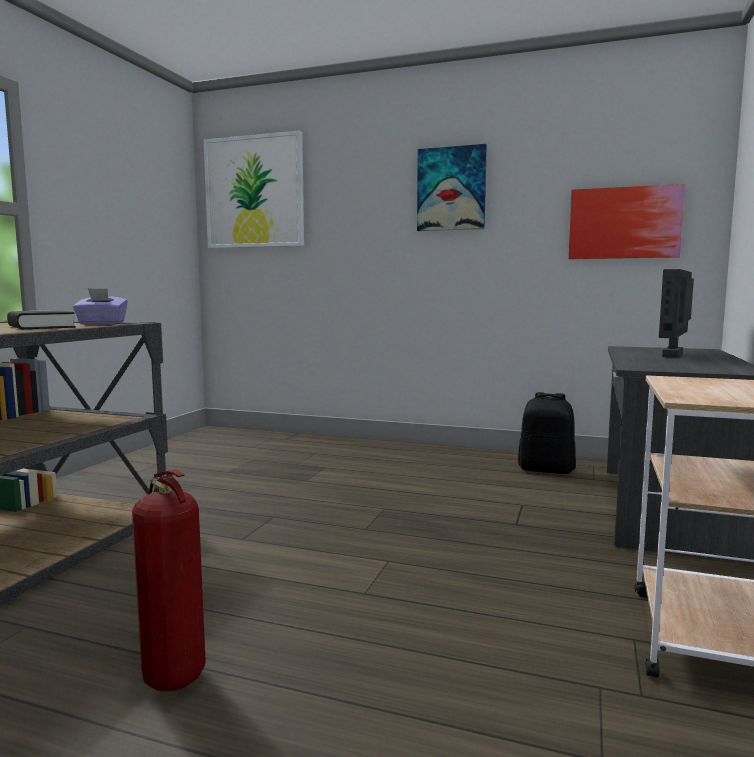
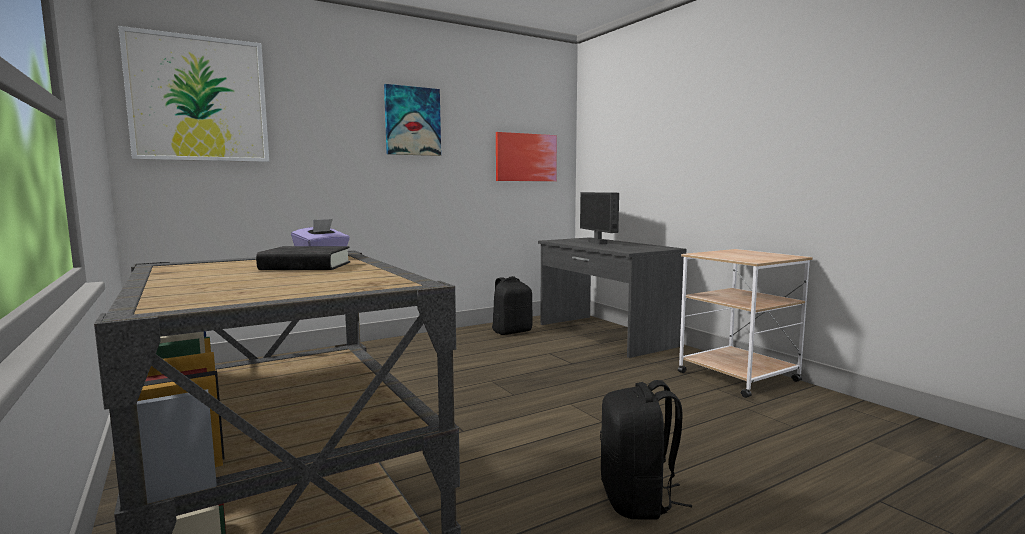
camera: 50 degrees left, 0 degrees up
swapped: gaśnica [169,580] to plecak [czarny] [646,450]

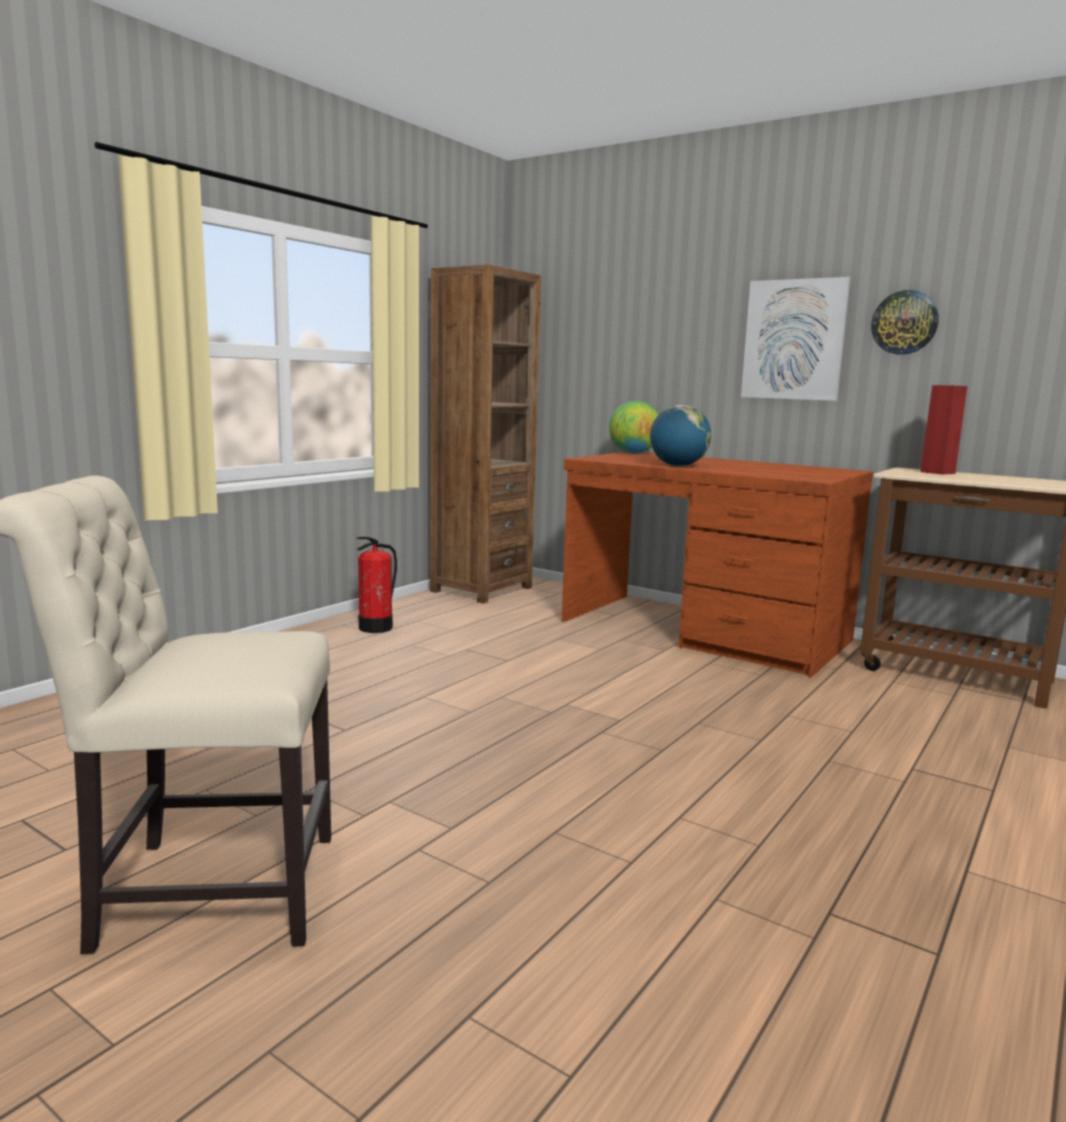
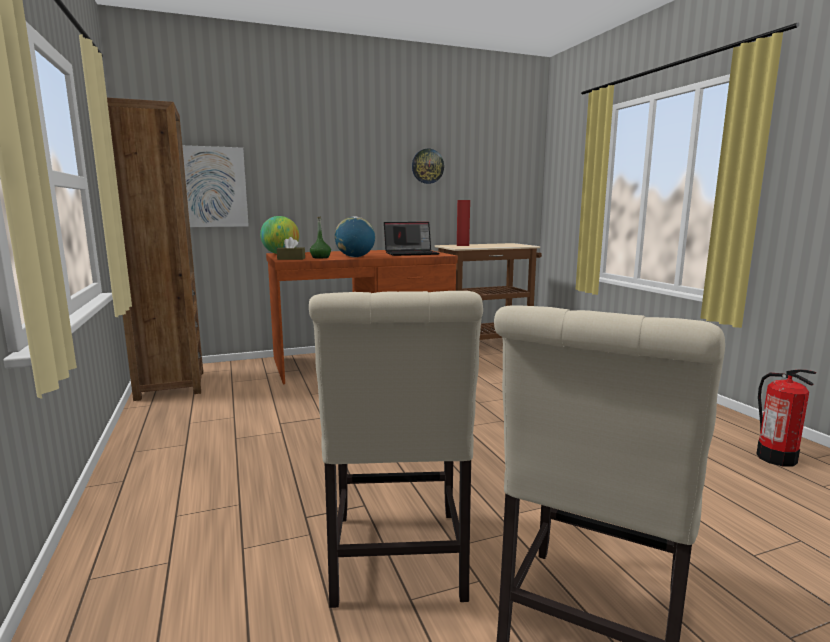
camera: 55 degrees left, 0 degrees up
new: pudełko chusteczek [brązowy] [291,248]; krzesło [beżowy] [396,449]; butelka [zielony] [320,238]; laptop [411,239]
shifted: gaśnica [377,585] to [786,417]; obraz [795,339] to [215,186]

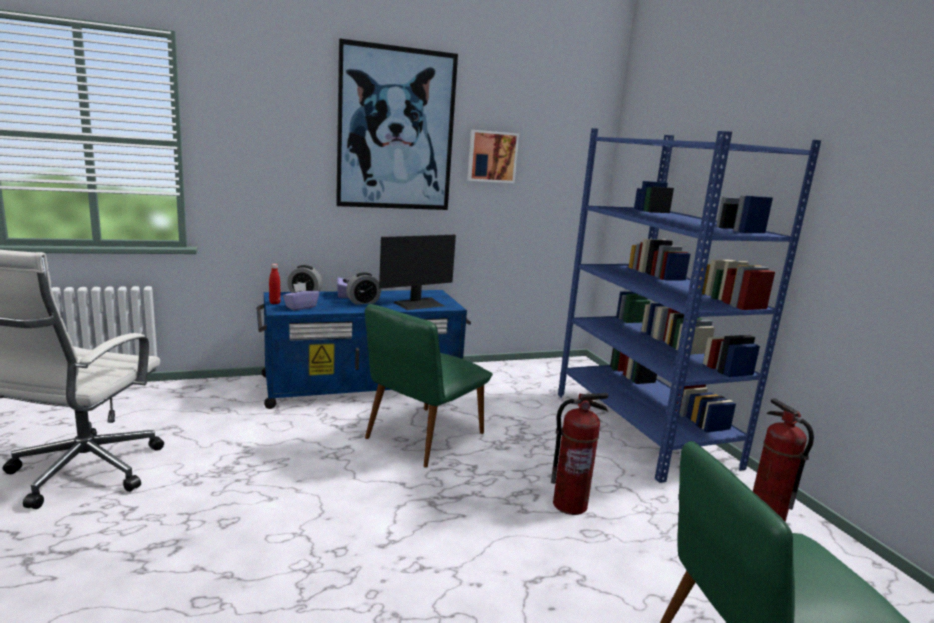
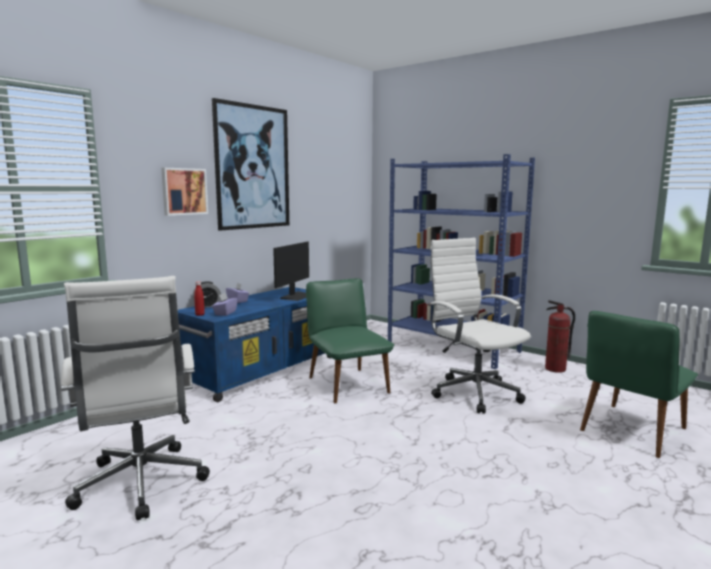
camera: 30 degrees left, 5 degrees down
gone: budzik [363,288]
shifted: obraz [493,156] to [184,192]
swapped: gaśnica [580,454] to krzesło biurowe [biały] [479,326]
rotated: krzesło [zielony] [429,386] = [350,340] 150 degrees clockwise

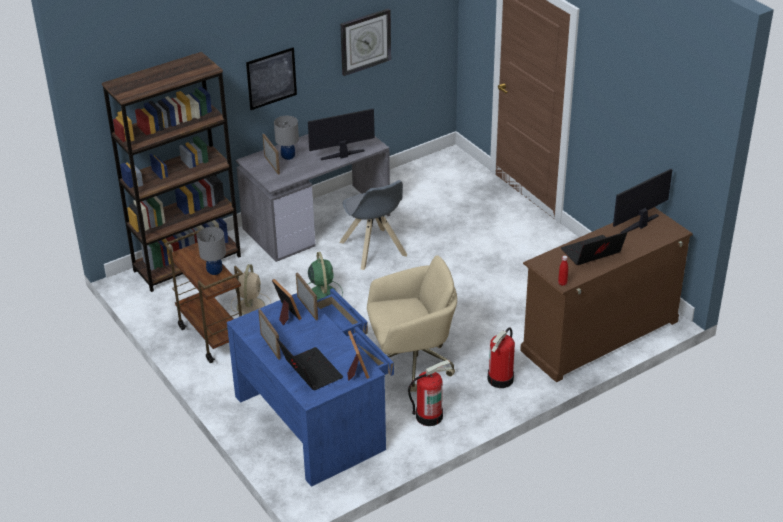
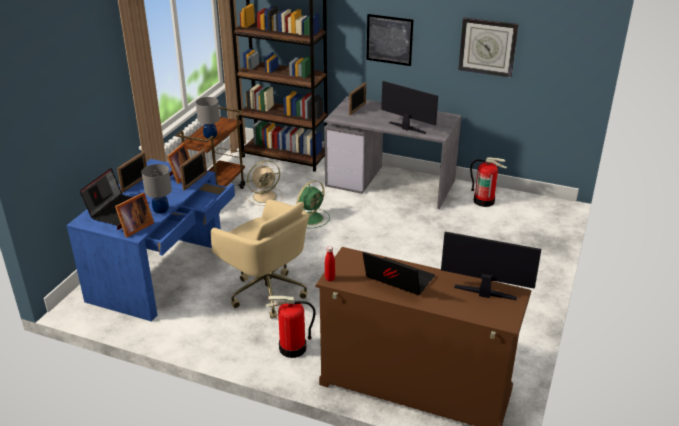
camera: 55 degrees right, 5 degrees down
gone: krzesło [szary] [373,225]
shifted: lampa stołowa [szary] [286,138] to [156,189]; gaśnica [430,393] to [488,182]

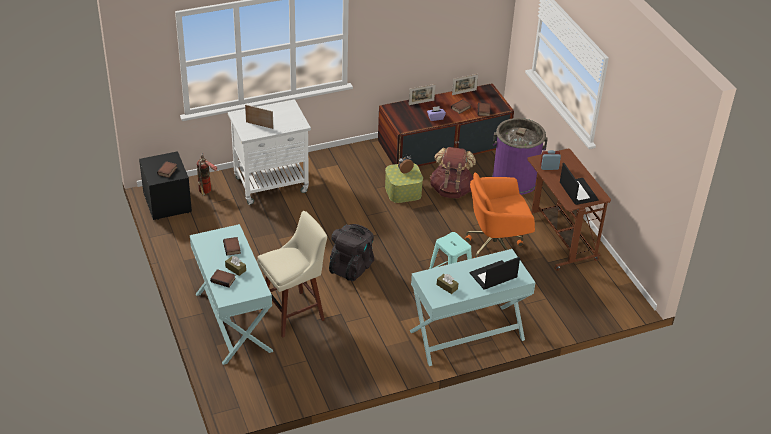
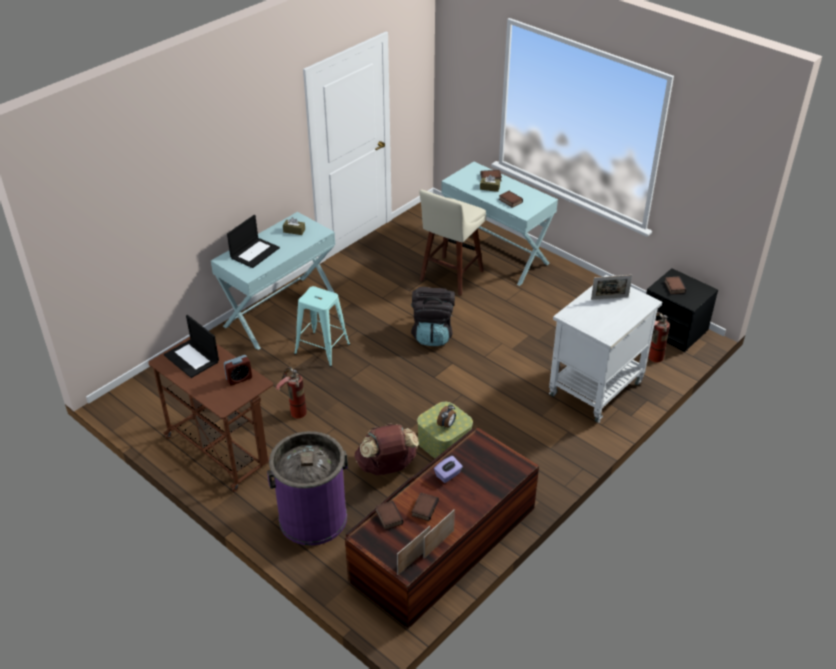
camera: 155 degrees right, 0 degrees up
shifted: ramka na zdjęcie [422,94] to [413,550]
swapped: krzesło biurowe [pomarańczowy] [500,215] to gaśnica [291,393]

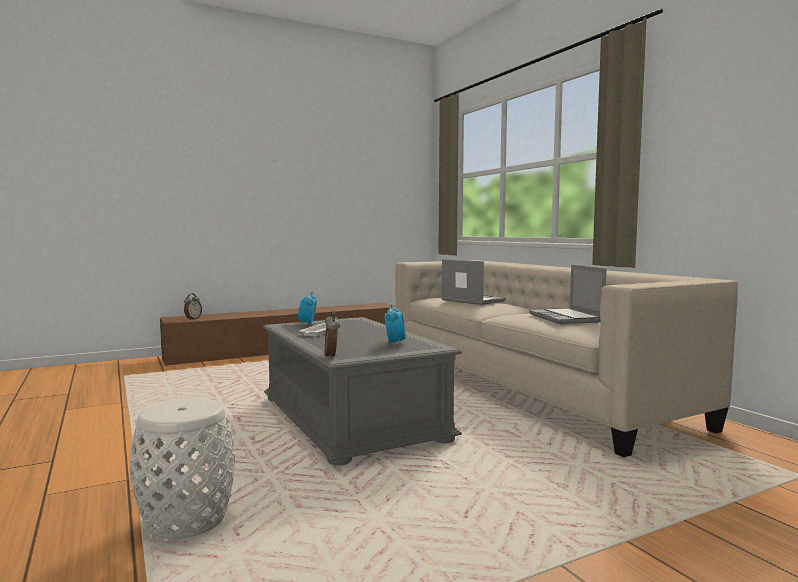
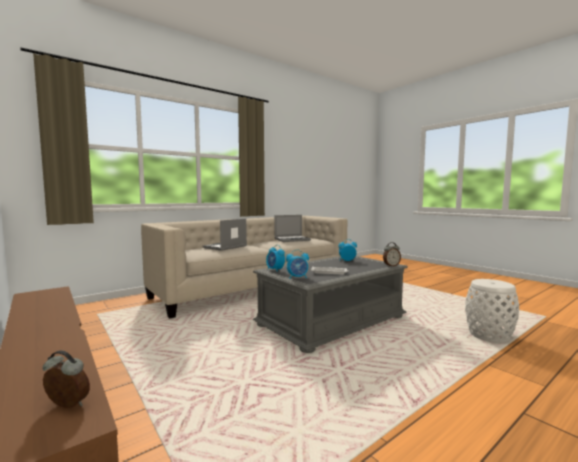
camera: 100 degrees left, 0 degrees up
new: budzik [275,258]

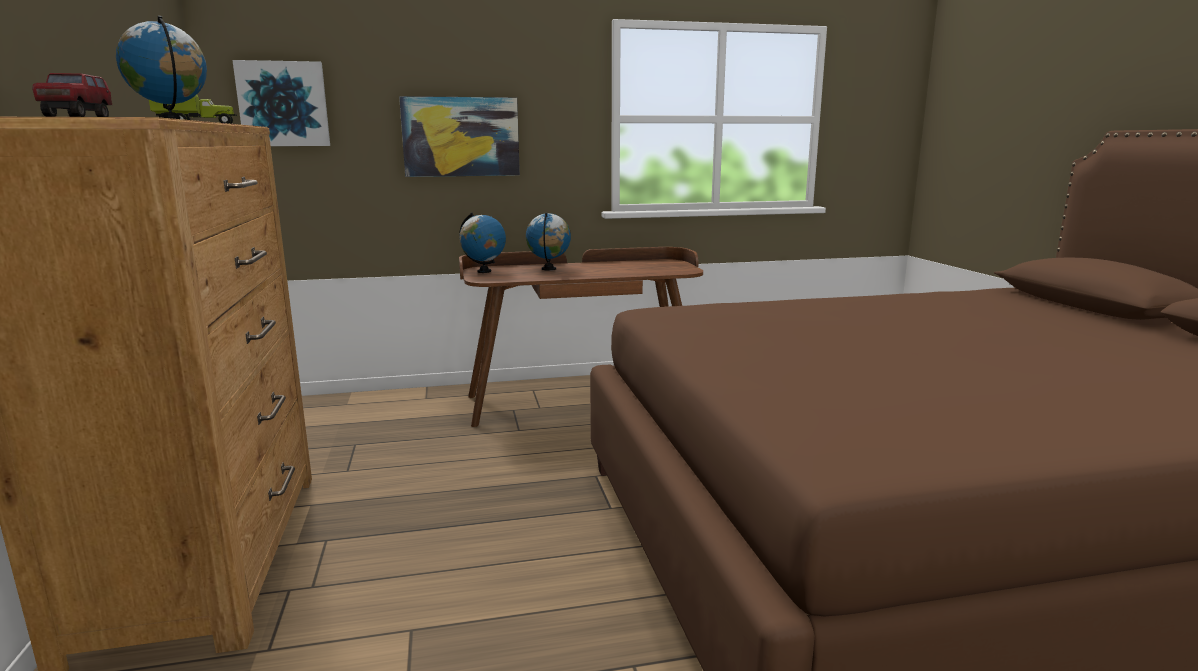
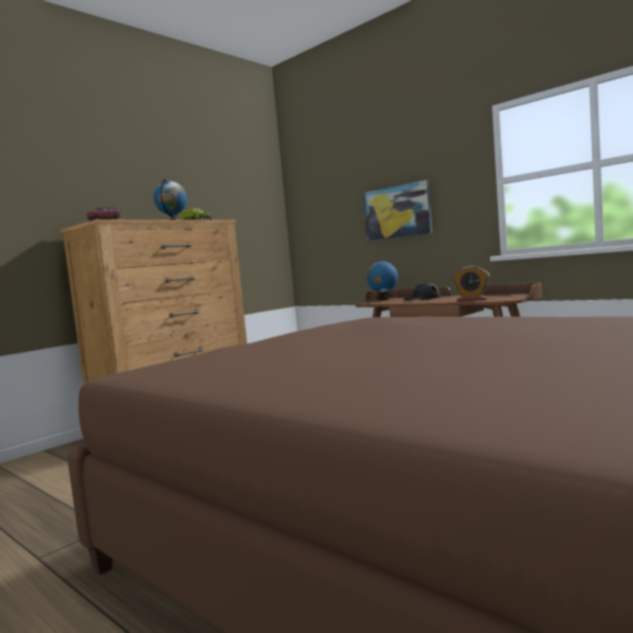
camera: 55 degrees right, 10 degrees down
gone: obraz [281,103]
new: budzik [471,283]
swapped: globus [548,241] to czapka z daszkiem [czarny] [422,291]

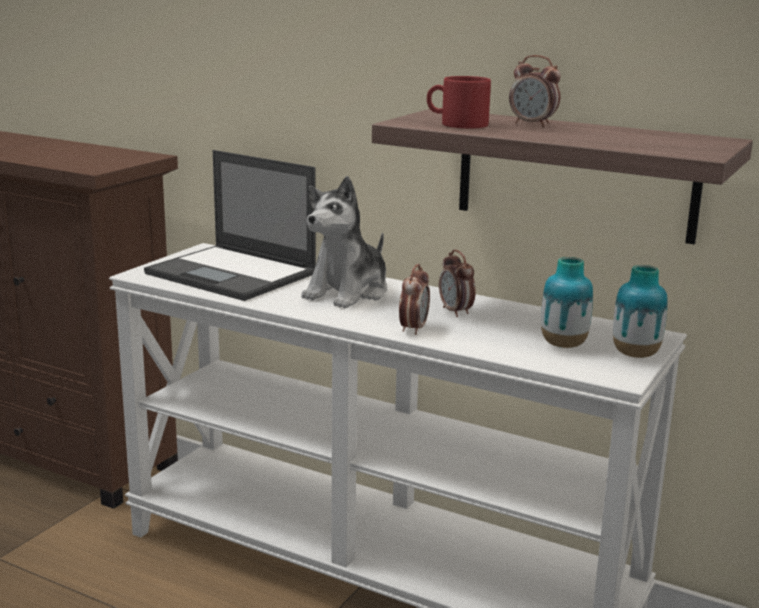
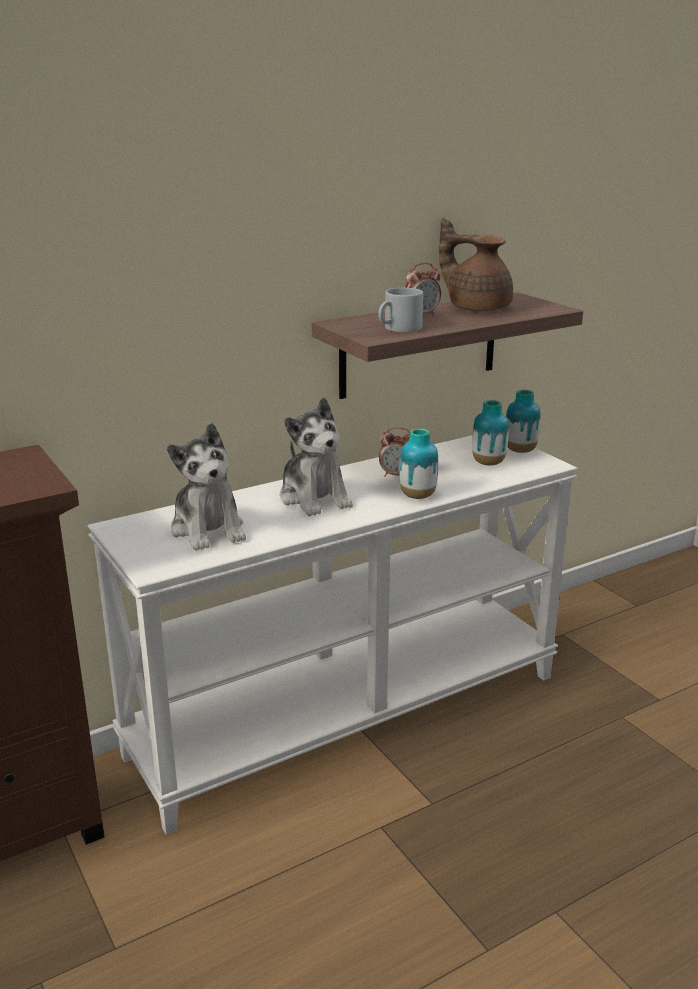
camera: 60 degrees left, 5 degrees up
new: imbryk [brązowy] [476,265]
swapped: laptop [230,225] to pluszak [206,487]; budzik [414,299] to wazon [418,464]
repainted: kubek [czerwony] [459,102] to kubek [szary] [400,310]

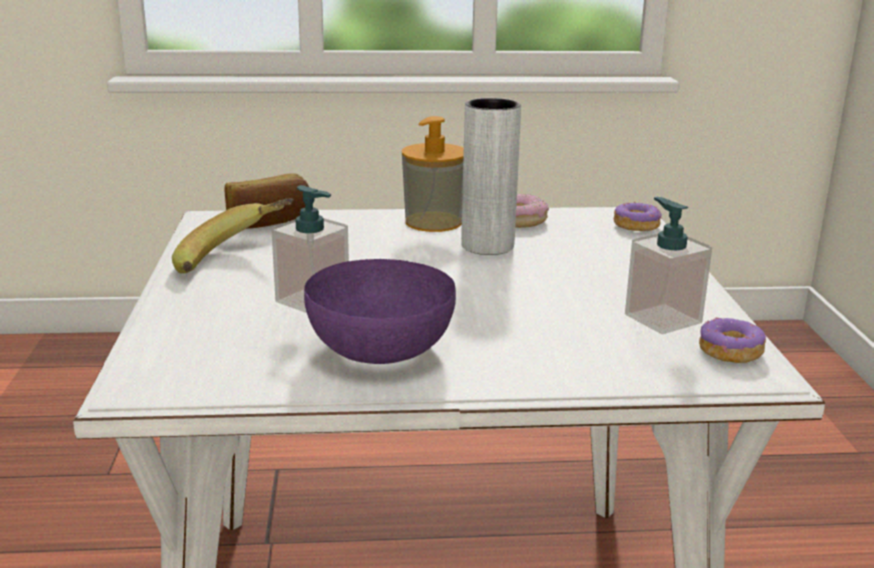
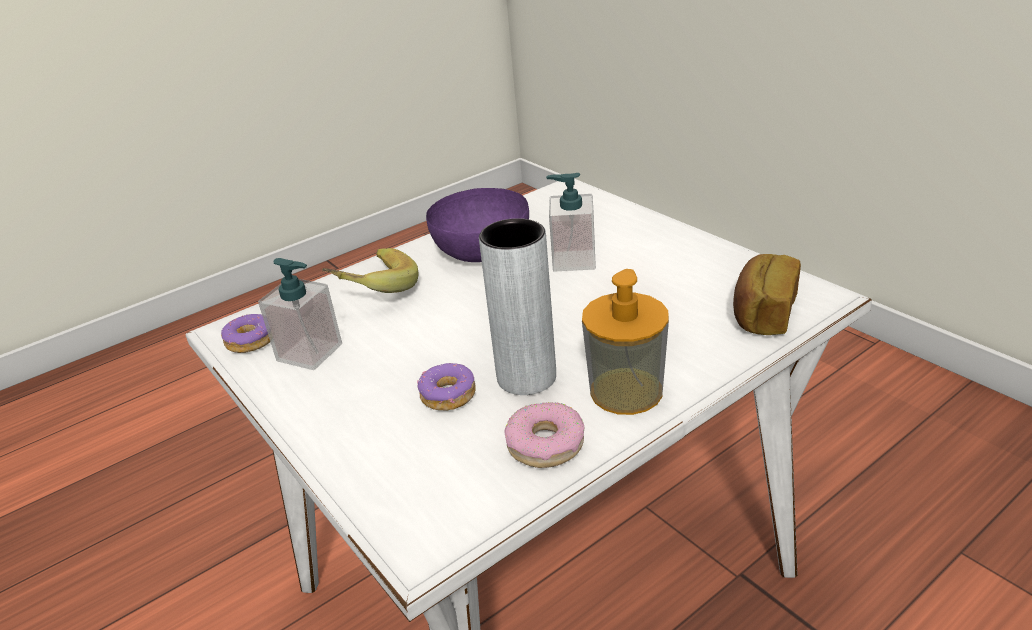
camera: 150 degrees right, 10 degrees up
shifted: banan [233,236] to [370,270]; donut [638,216] to [446,386]

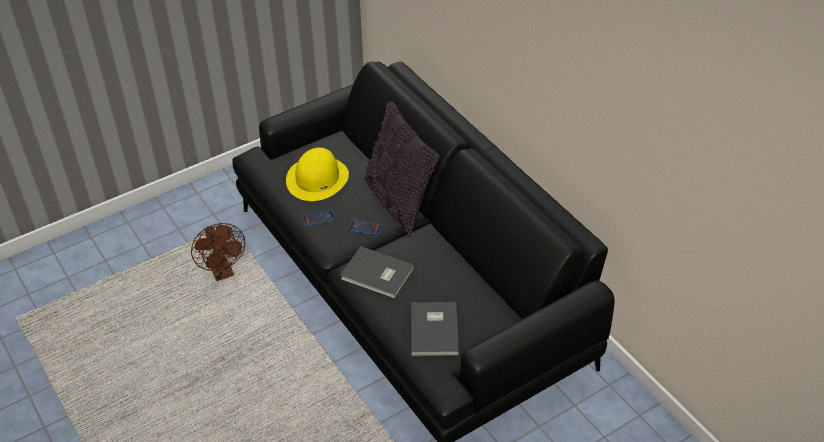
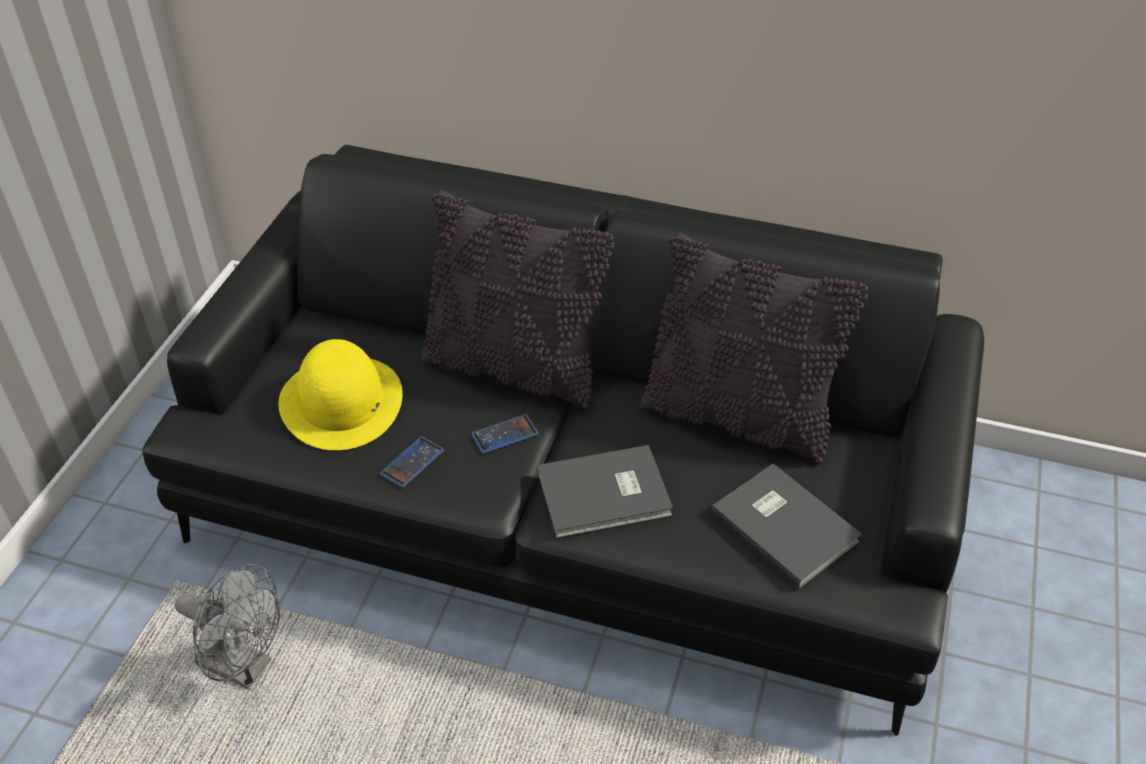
camera: 40 degrees left, 0 degrees up
new: poduszka [czarny] [753,348]
repainted: wentylator [brązowy] [218,252] to wentylator [szary] [227,626]

